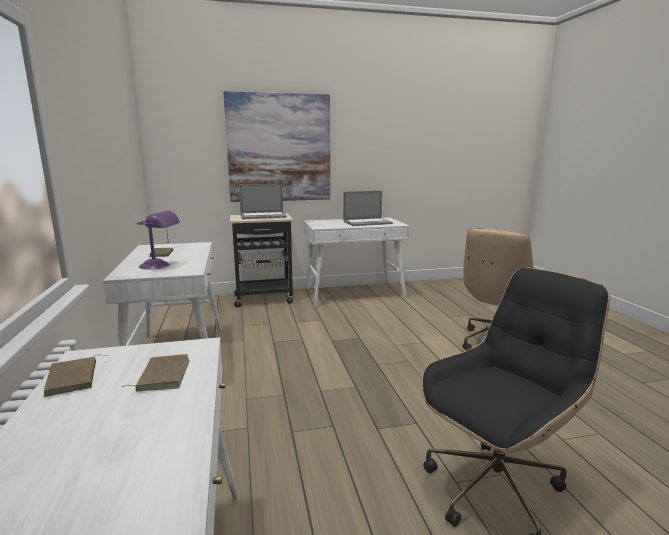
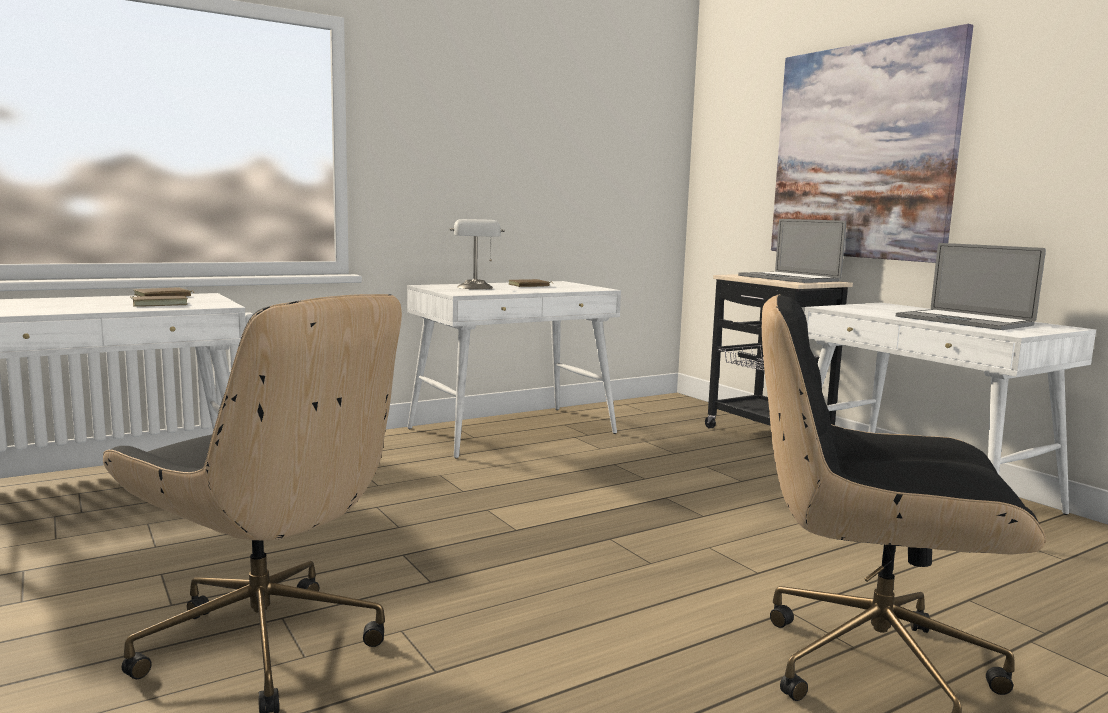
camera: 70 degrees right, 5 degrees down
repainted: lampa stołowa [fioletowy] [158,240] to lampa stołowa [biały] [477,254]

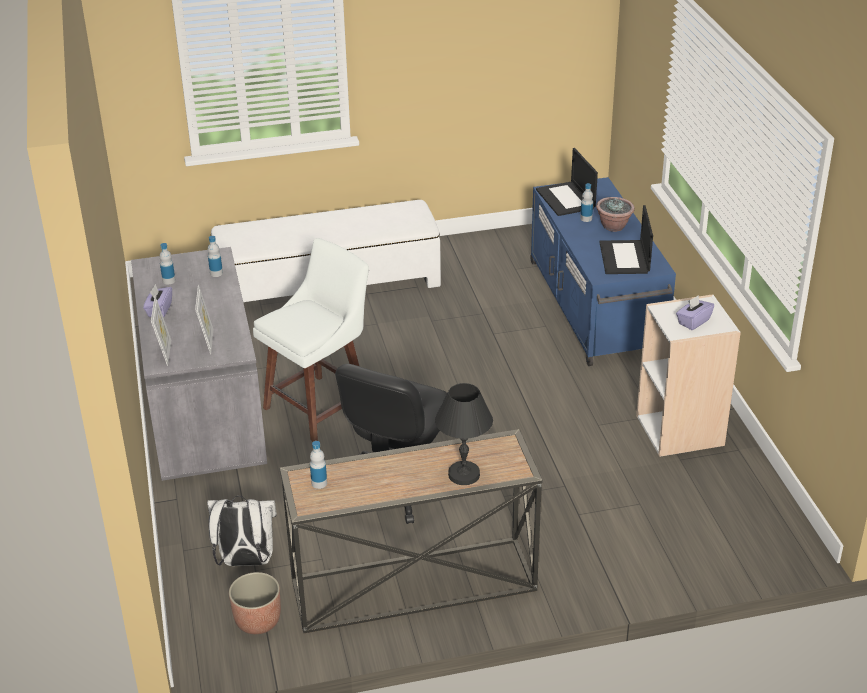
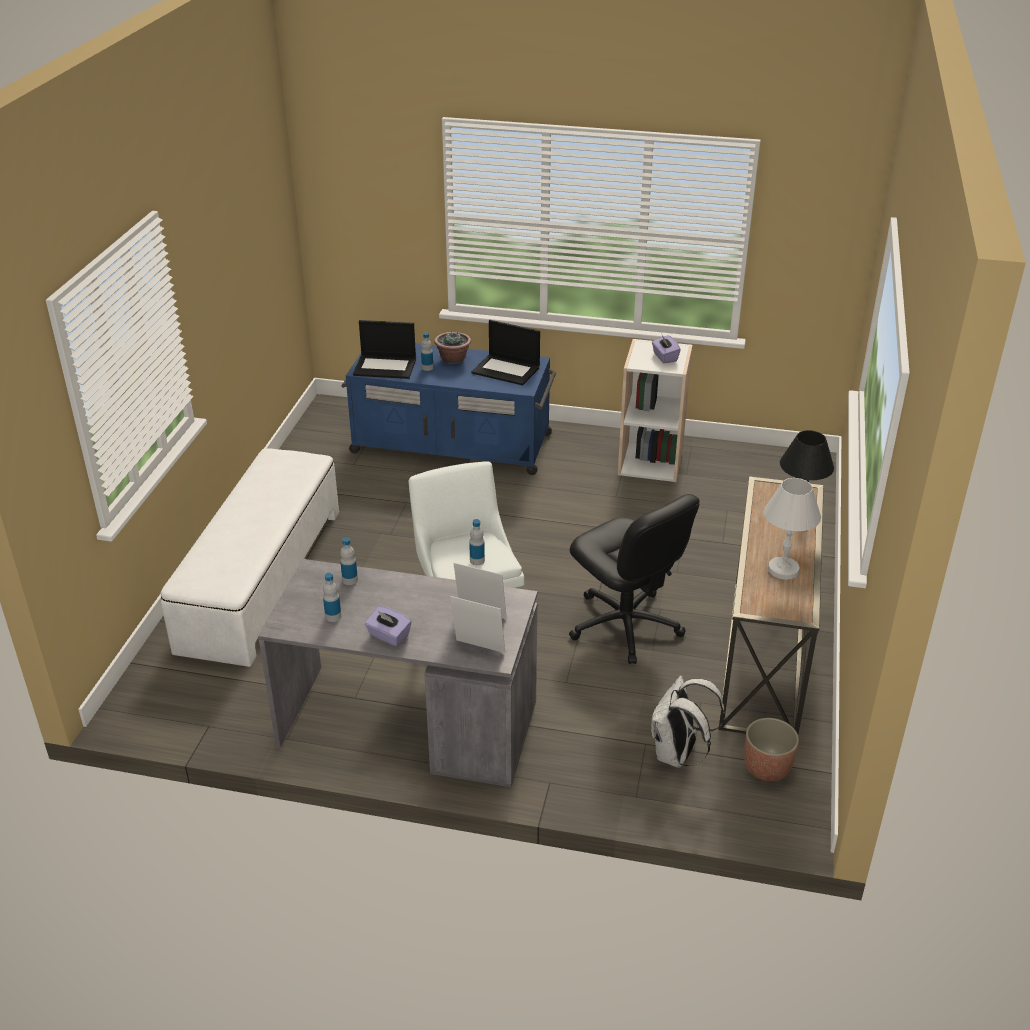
camera: 65 degrees left, 0 degrees up
new: lampa stołowa [biały] [792,529]
shifted: butelka [318,465] to [477,542]

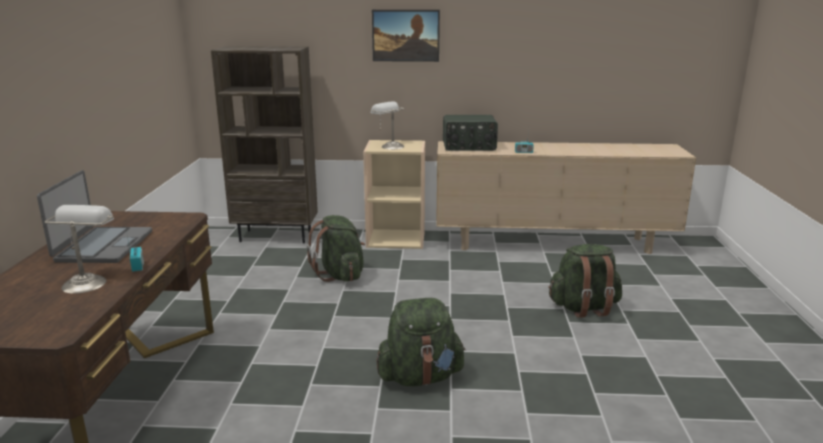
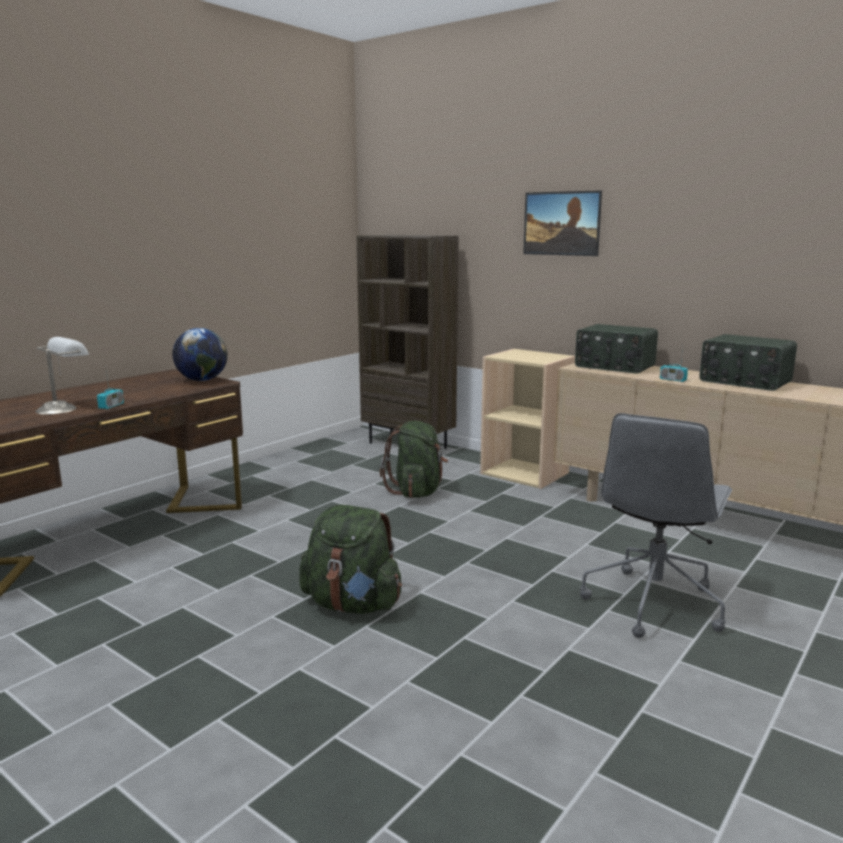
camera: 35 degrees right, 5 degrees down
gone: laptop [94,216]; lampa stołowa [biały] [388,125]
new: globus [200,354]; radio [748,362]
swapped: plecak [zielony] [585,281] to krzesło biurowe [szary] [656,525]

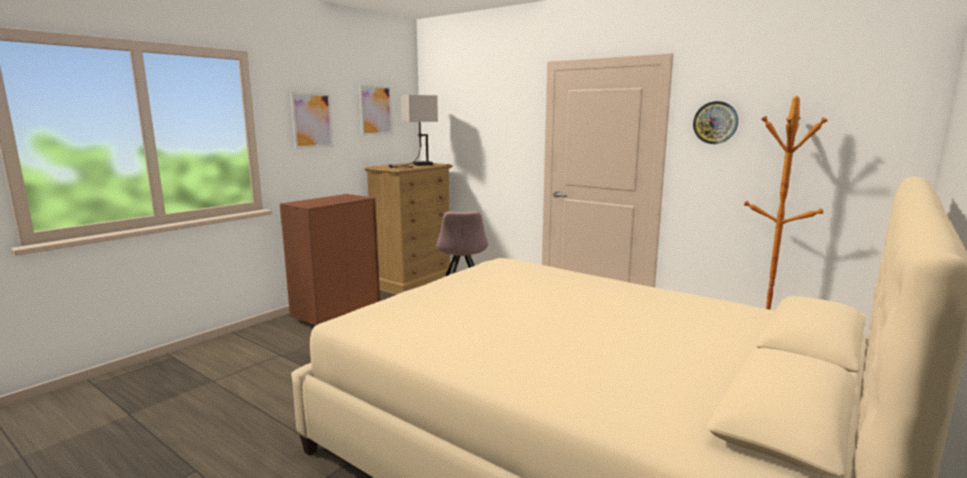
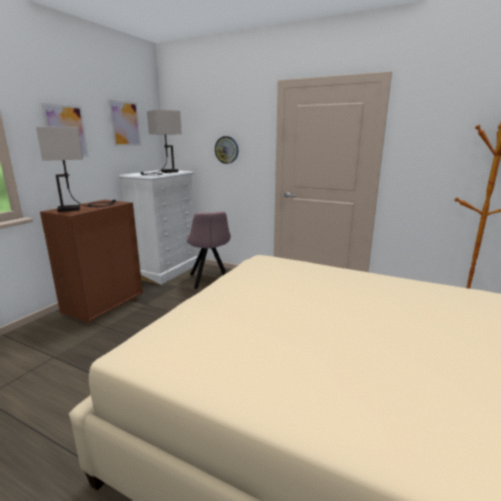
camera: 10 degrees left, 5 degrees up
new: lampa stołowa [76,169]
shifted: zegar ścienny [715,122] to [226,150]
repainted: komoda [brązowy] [408,228] to komoda [biały] [159,227]

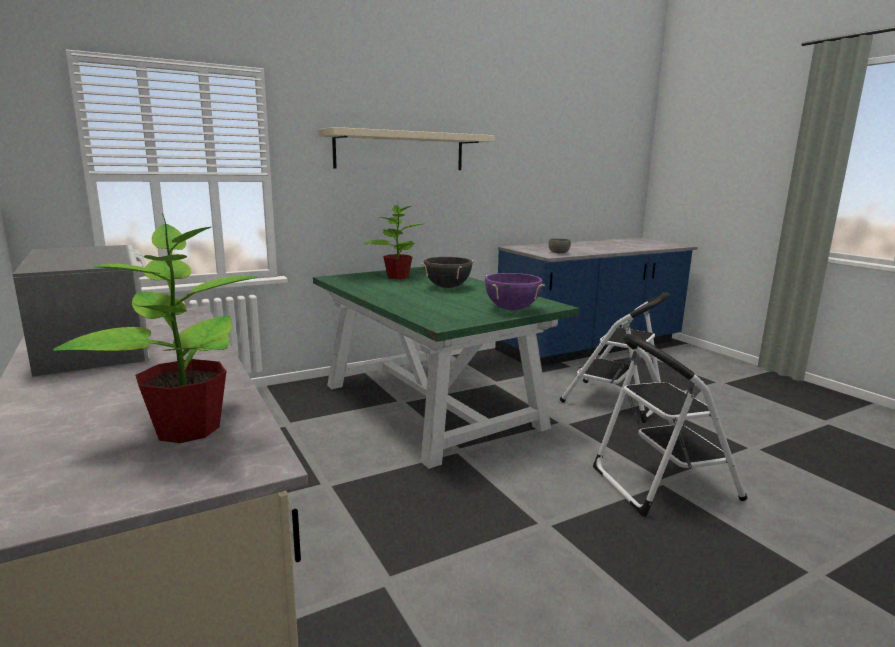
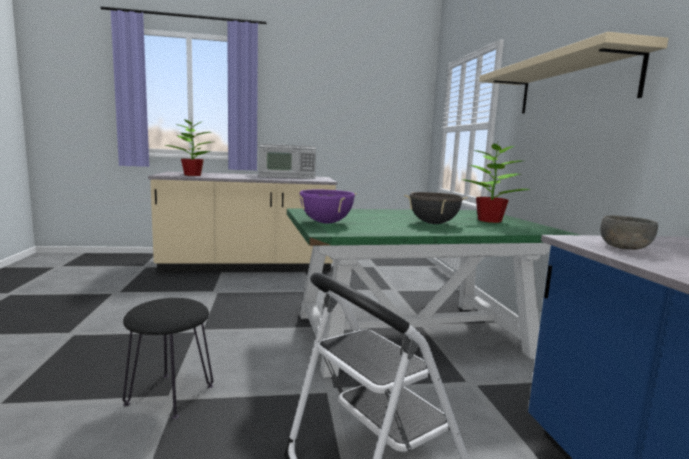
camera: 110 degrees right, 5 degrees down
swapped: drabinka [670,425] to stołek [czarny] [168,358]

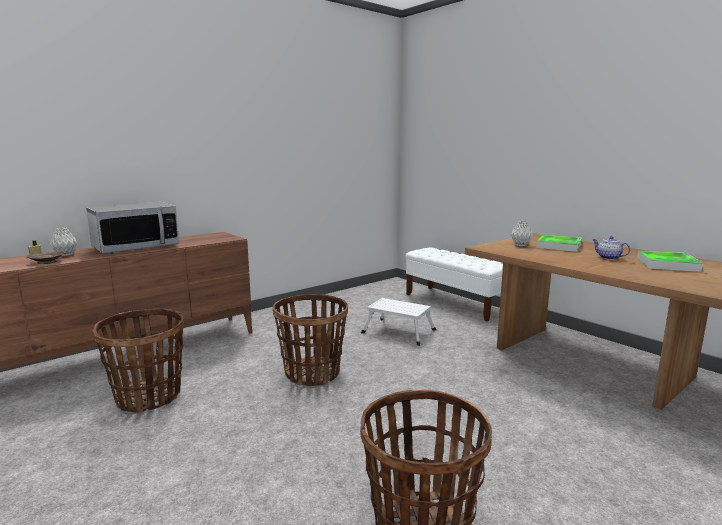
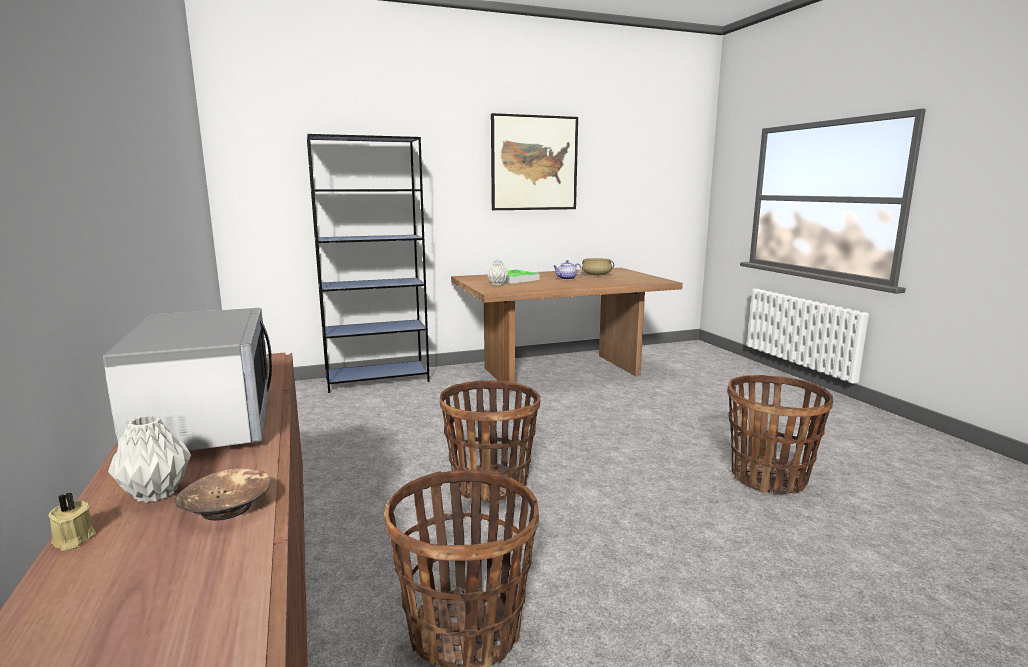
camera: 70 degrees left, 0 degrees up
gone: drabinka [biały] [398,322]
new: obraz [534,161]
swapped: ławka [biały] [454,284] to regał [niebieski] [368,263]; taca [670,261] to garnek [beżowy] [598,267]

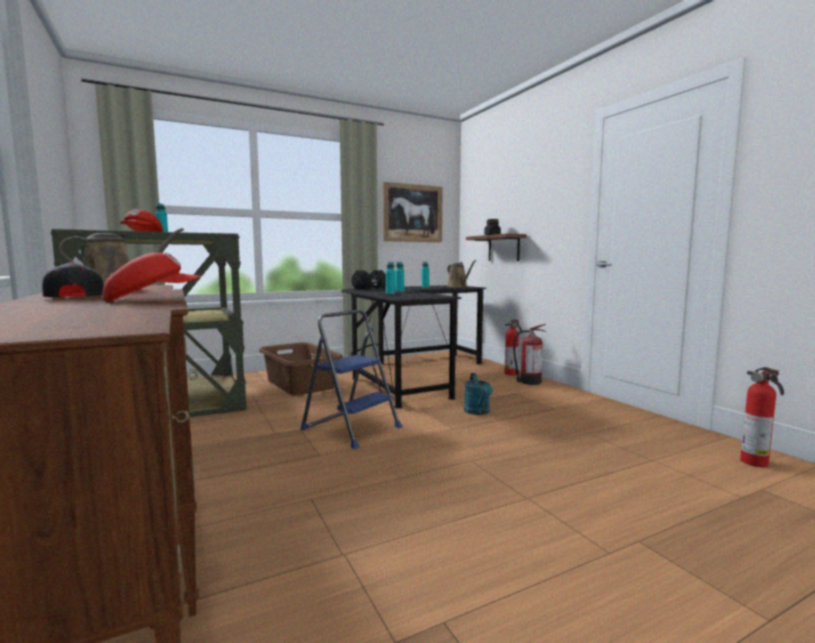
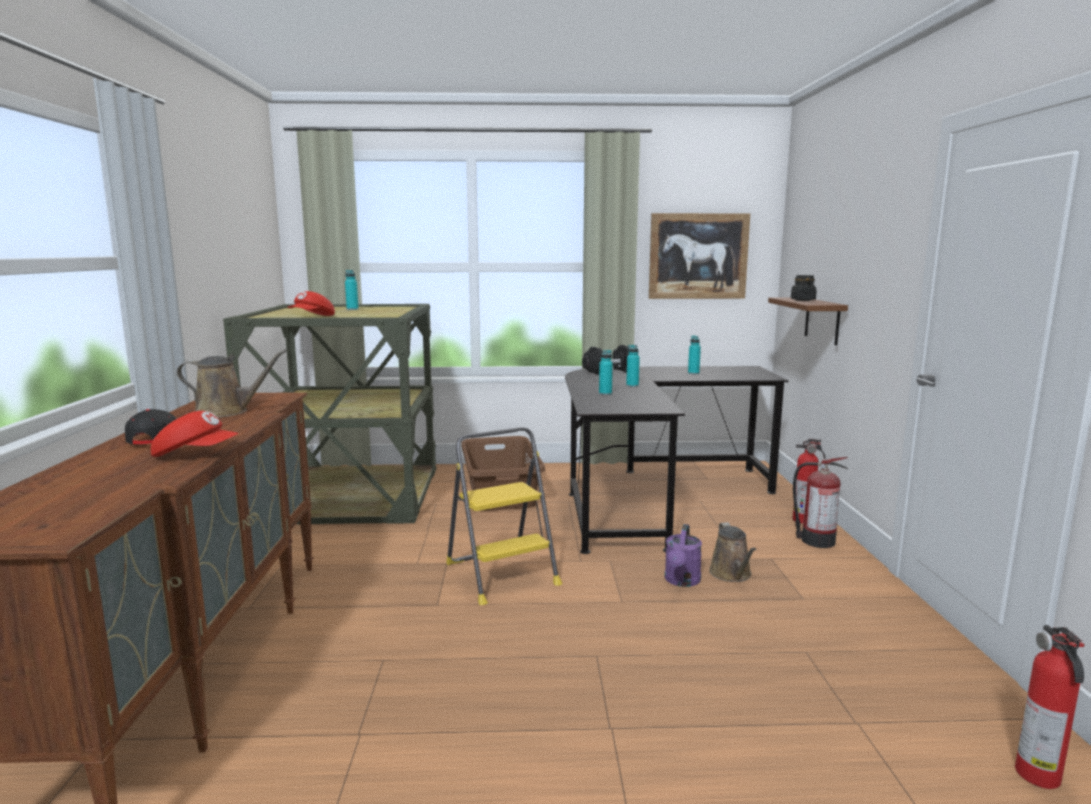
camera: 25 degrees right, 5 degrees up
shifted: konewka [brązowy] [461,273] to [732,552]
repainted: drabinka [niebieski] [352,379] to drabinka [żółty] [504,516]; konewka [turkusowy] [478,394] to konewka [fioletowy] [683,555]

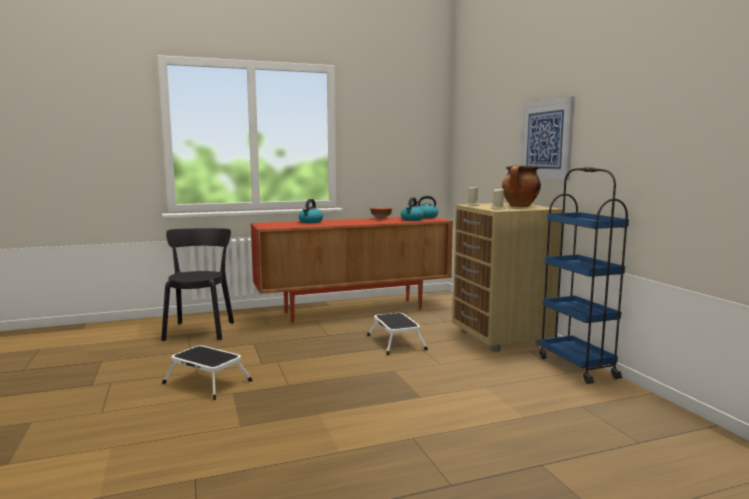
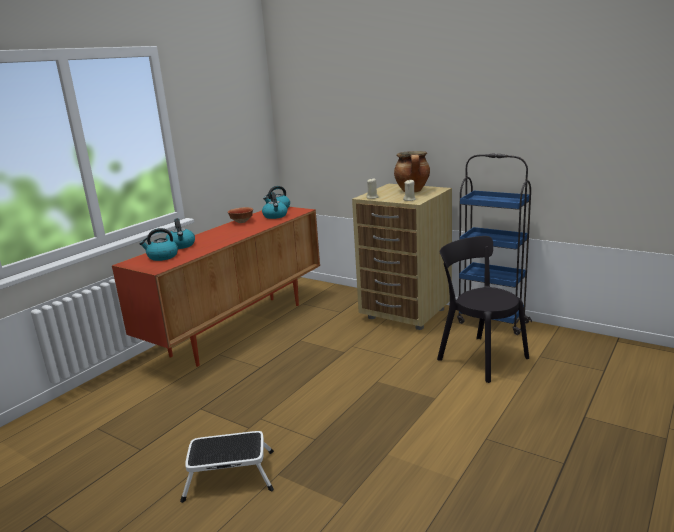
camera: 35 degrees left, 10 degrees up
gone: drabinka [czarny] [397,334]; obraz [547,138]
new: czajnik [158,244]
shifted: krzesło [czarny] [197,284] to [483,309]

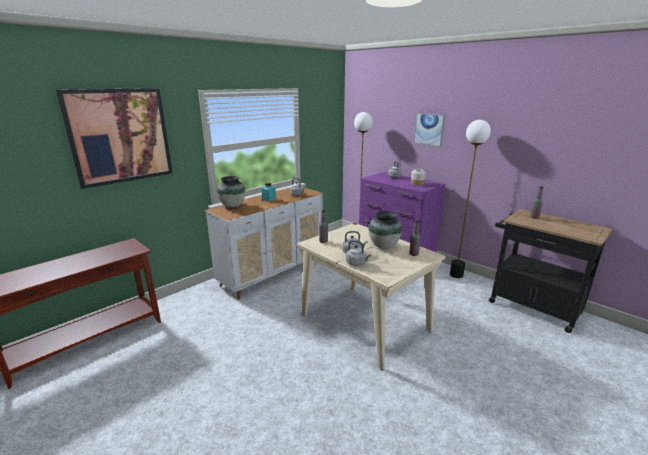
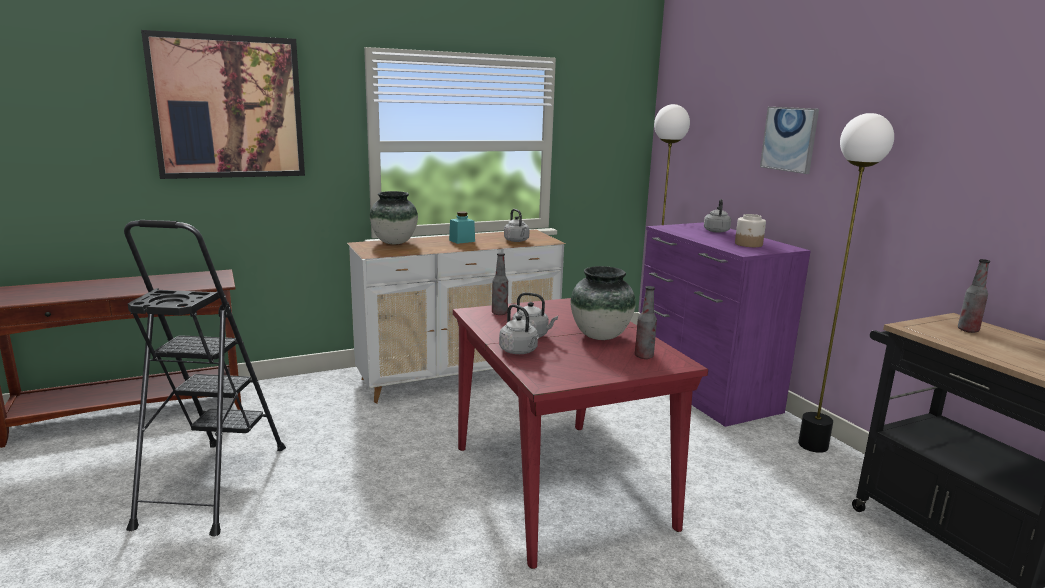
camera: 20 degrees right, 5 degrees down
new: drabinka [205,378]
repainted: stół jadalny [beżowy] [371,296] to stół jadalny [czerwony] [580,433]

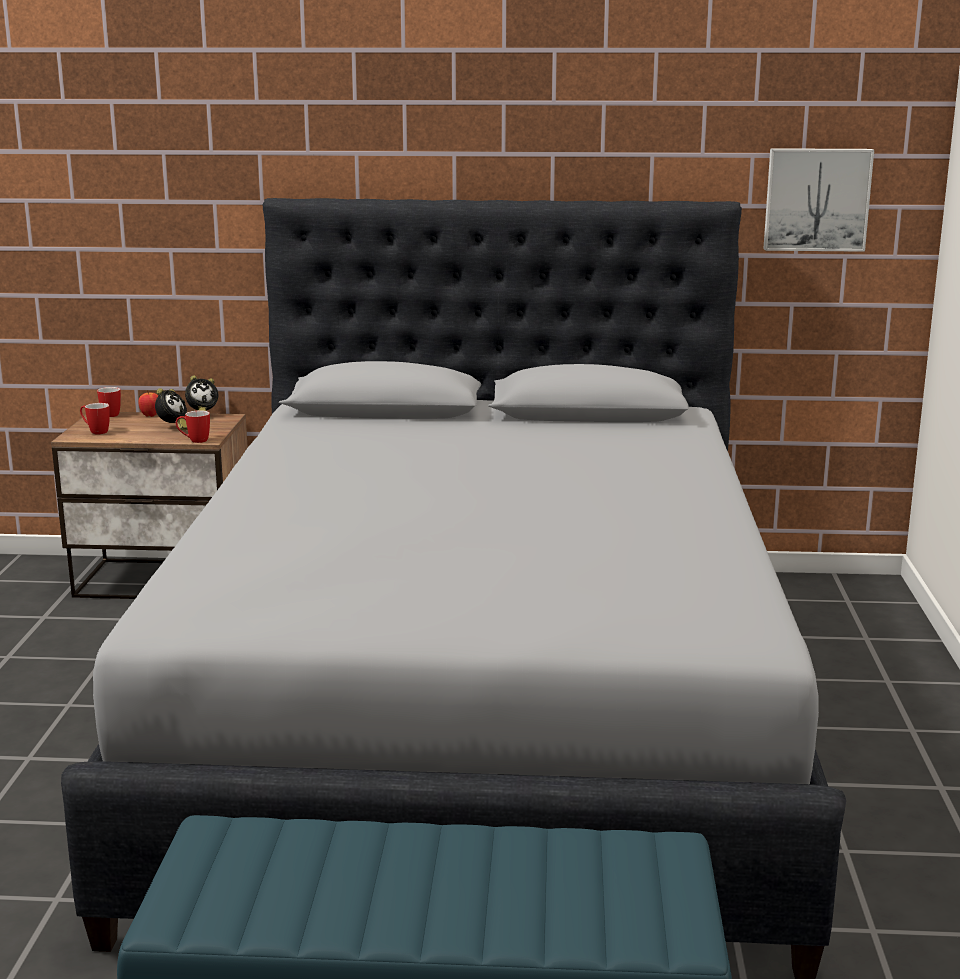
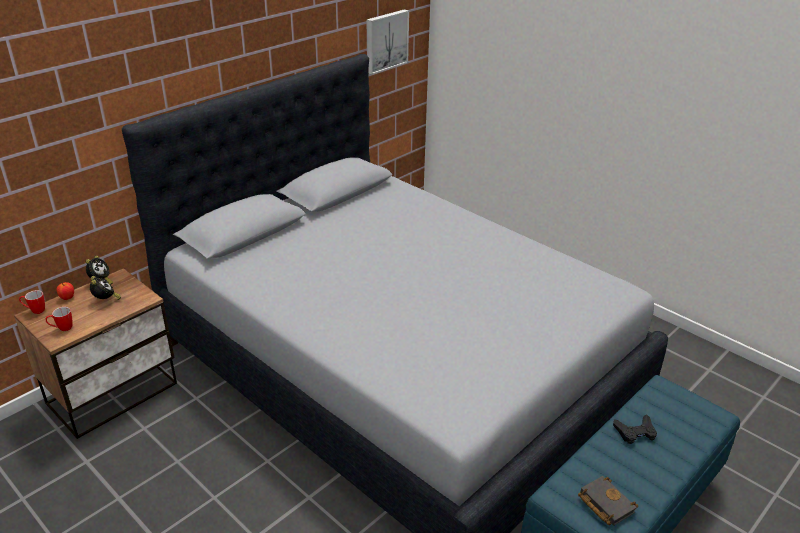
camera: 50 degrees left, 15 degrees up
gone: kubek [193,426]
new: książka [czarny] [608,501]; pad do gier [czarny] [635,429]

